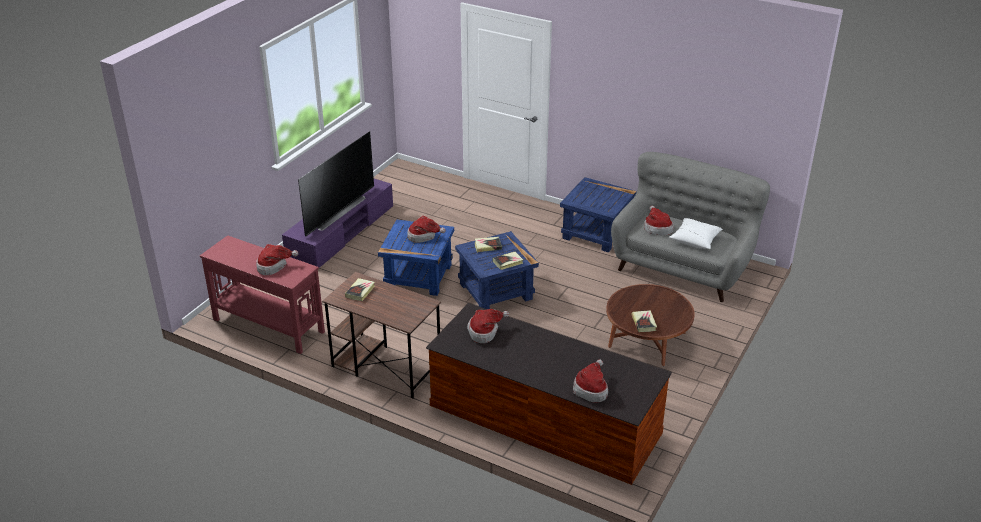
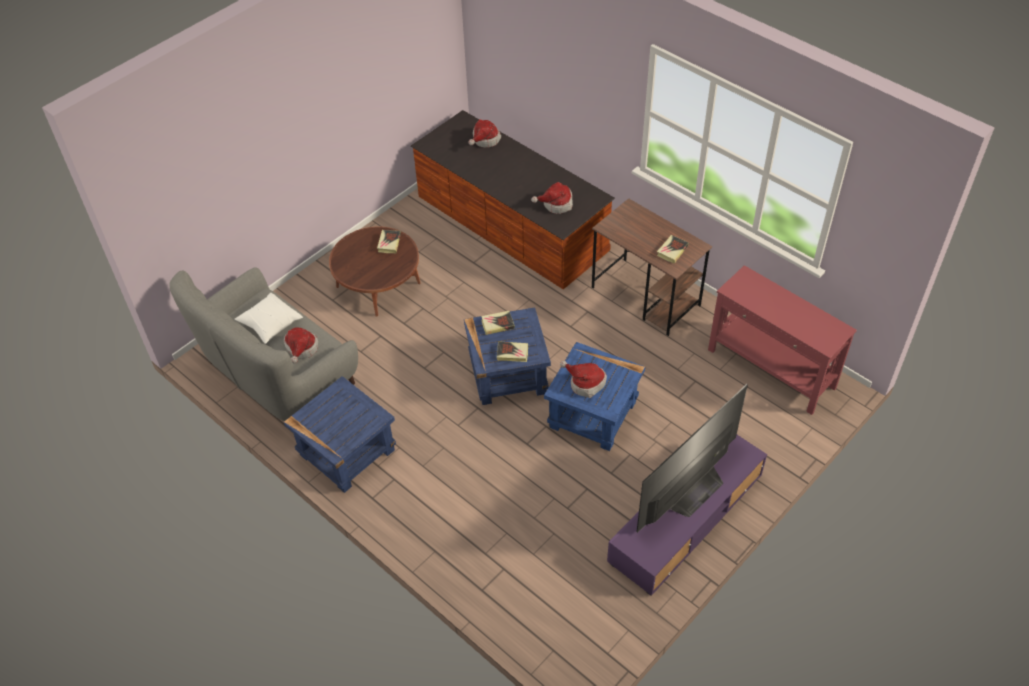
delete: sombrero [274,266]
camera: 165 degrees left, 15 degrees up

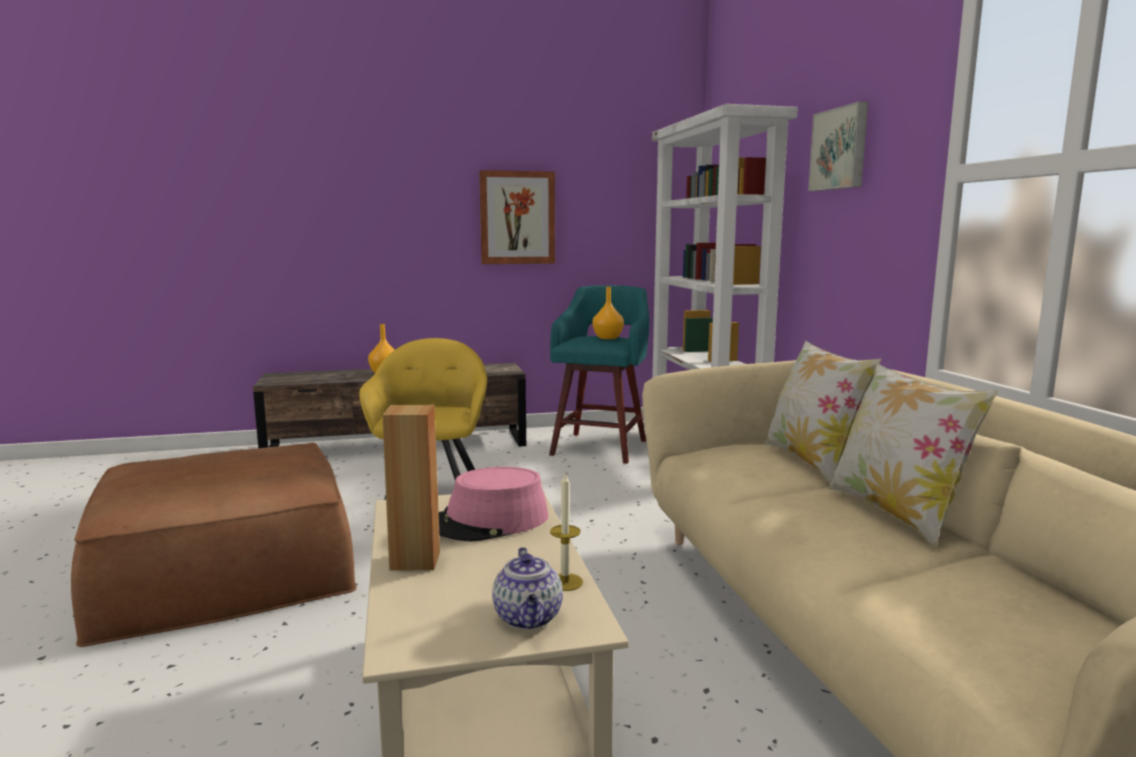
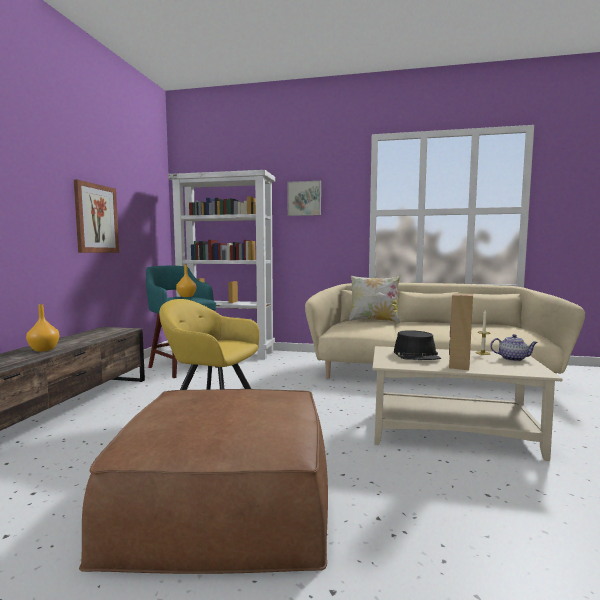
delete: cojín [896,513]
recolor: sombrero/rosa [487,522] to sombrero/negro [416,355]
camera: 65 degrees left, 5 degrees down

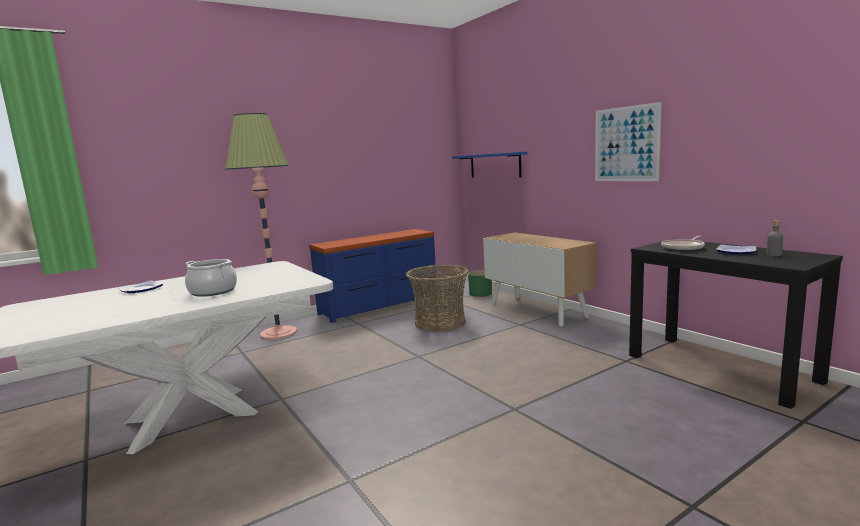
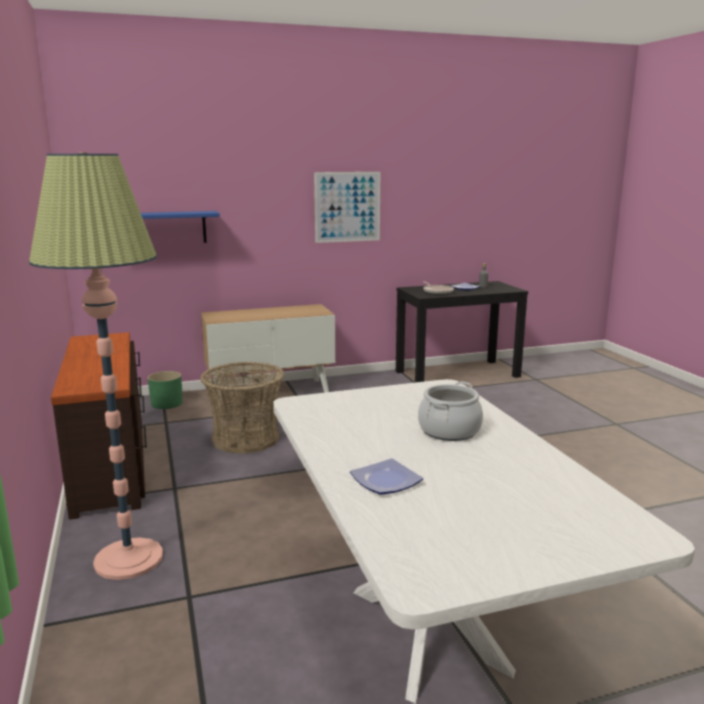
recolor: cómoda/azul [380,305] to cómoda/marrón [111,466]
camera: 75 degrees left, 5 degrees up

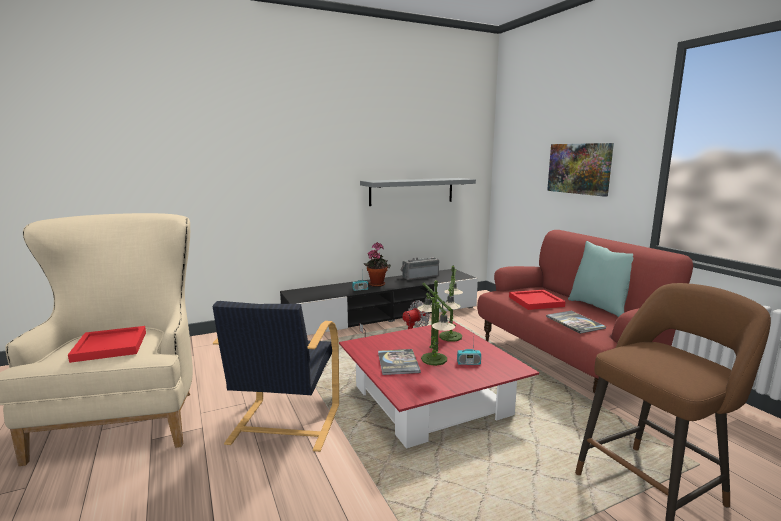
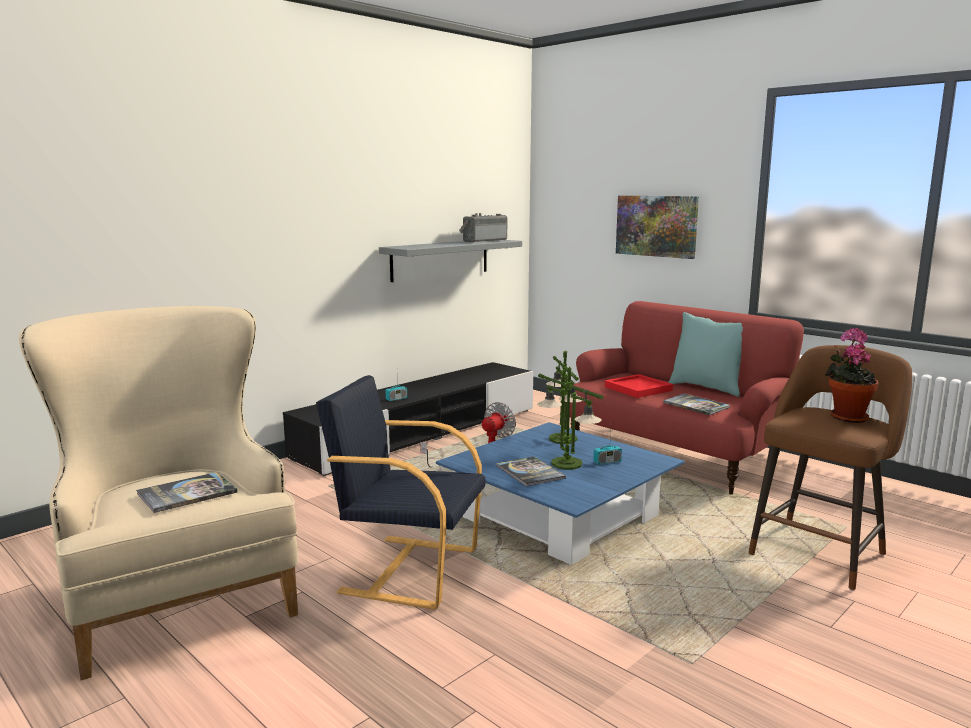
move: planta en maceta [377,284] to [846,417]; radio [419,276] to [483,240]
replace: bandeja/rojo [109,346] to libro [187,493]
recolor: mesa de centro/rojo [431,400] to mesa de centro/azul [560,516]
rotate: sillón/negro [284,425] = [408,569] 120 degrees clockwise
camera: 20 degrees left, 0 degrees up

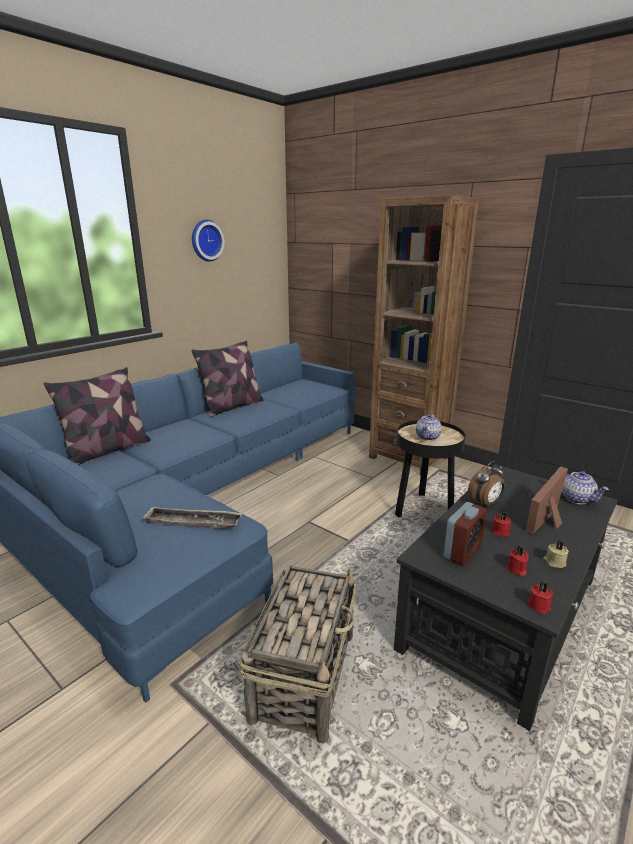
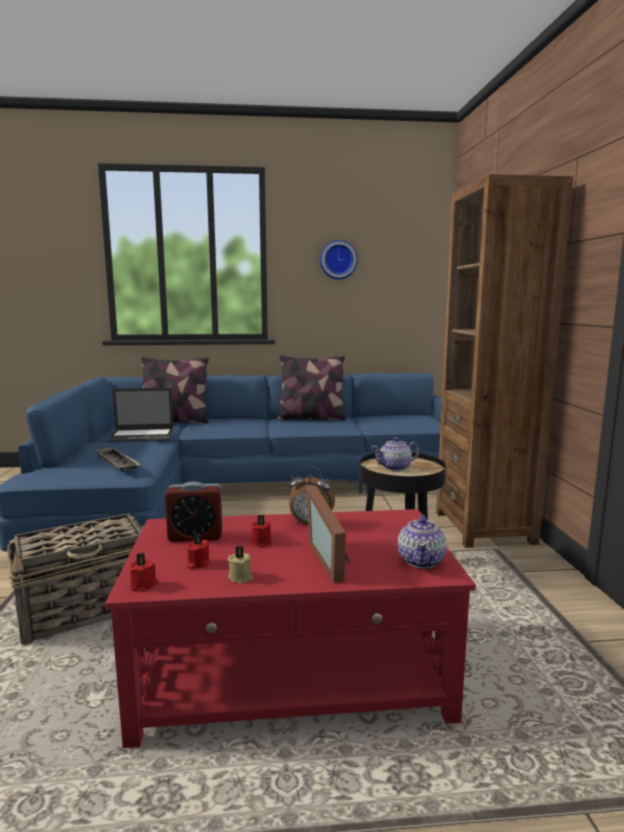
insert: portátil [141,435]
recolor: mesa de centro/negro [502,612] to mesa de centro/rojo [293,675]
rotate: portarretratos [549,520] = [332,558] 105 degrees counterclockwise
camera: 45 degrees right, 10 degrees down

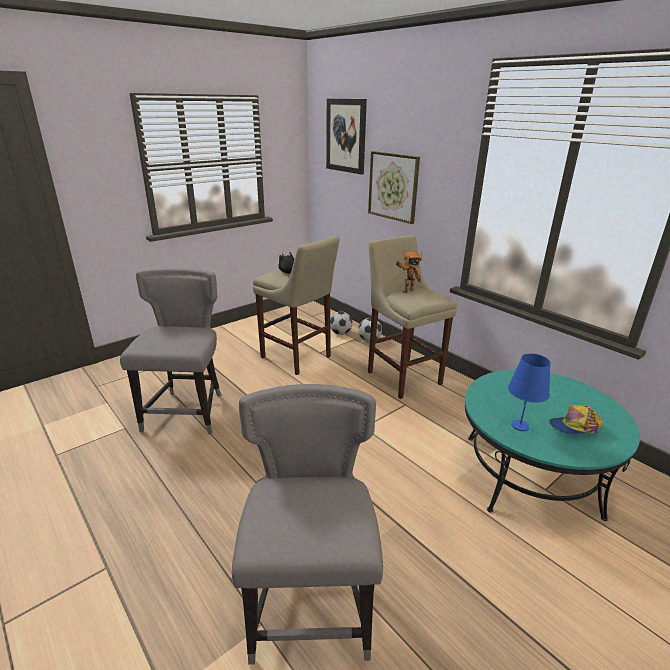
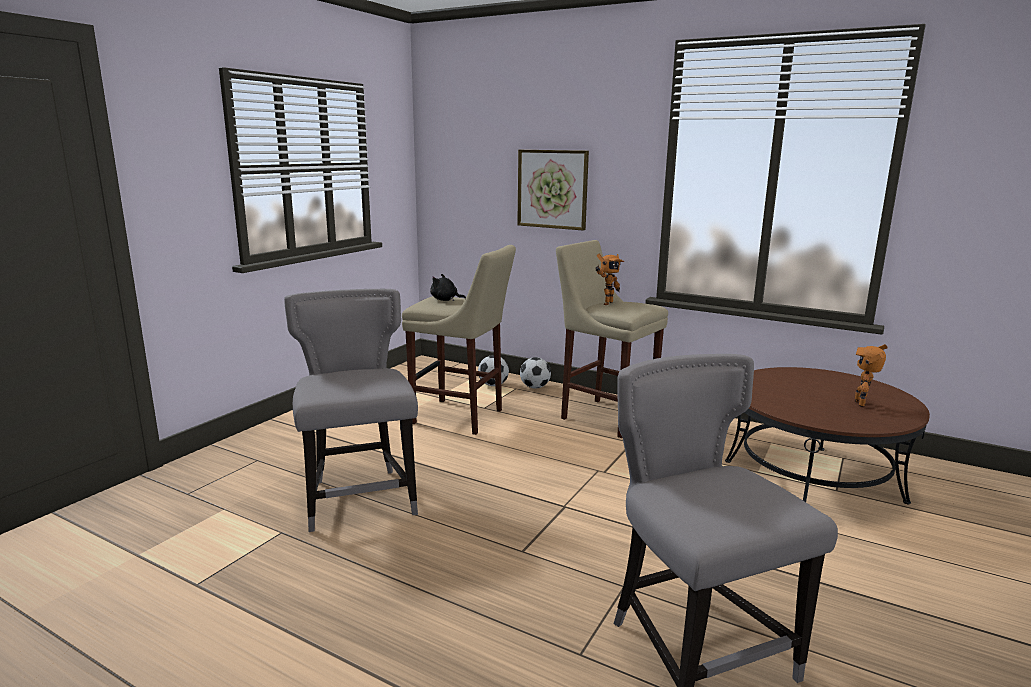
delete: cuadro [346,136]; lámpara de mesa/azul [520,426]
replace: gorra [575,426] to robot de juguete [862,403]
recolor: mesa de centro/turquesa [530,474] to mesa de centro/marrón [812,481]
camera: 20 degrees left, 10 degrees down

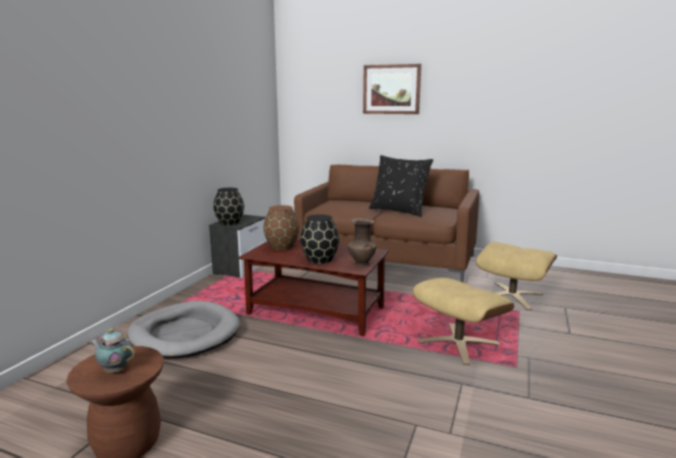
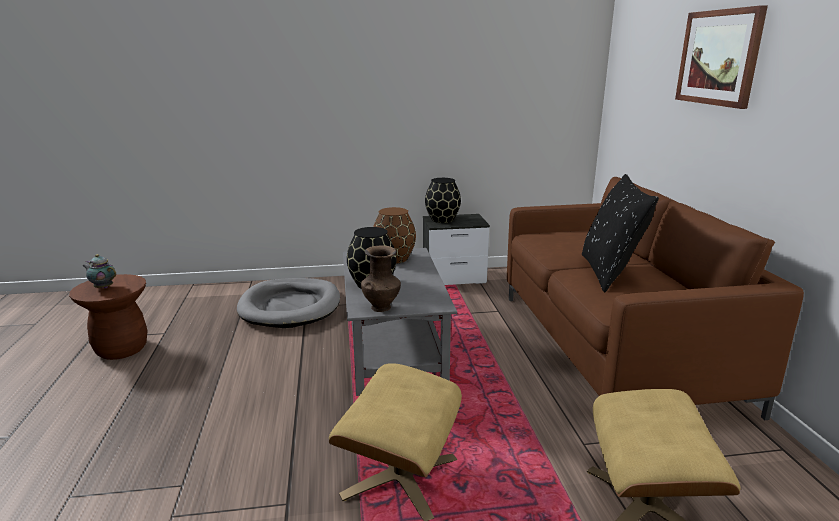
recolor: mesa de centro/marrón [317,311] to mesa de centro/gris [394,350]
rotate: tetera [115,370] = [103,287] 60 degrees counterclockwise
camera: 60 degrees right, 5 degrees up

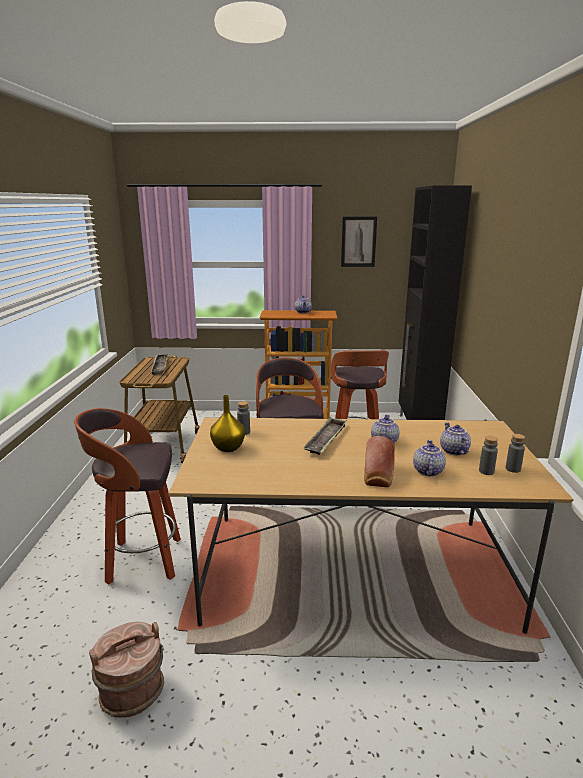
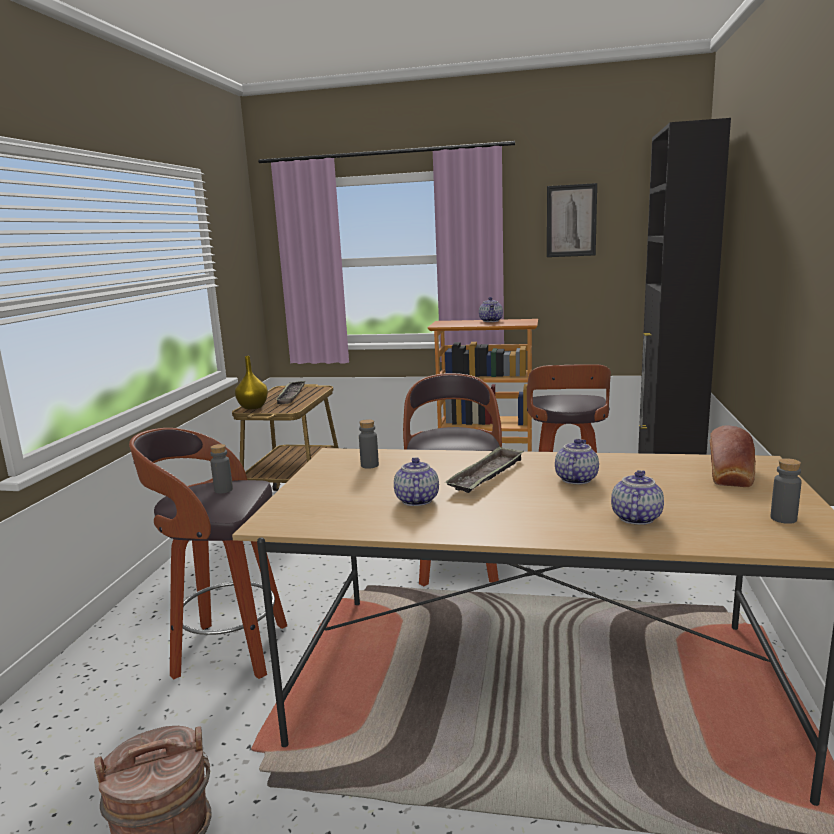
move: florero/amarillo [227,448] to [252,407]; pan [378,474] to [730,475]; tetera [453,451] to [415,500]; botella/gris [486,471] to [223,490]
camera: 10 degrees right, 5 degrees down

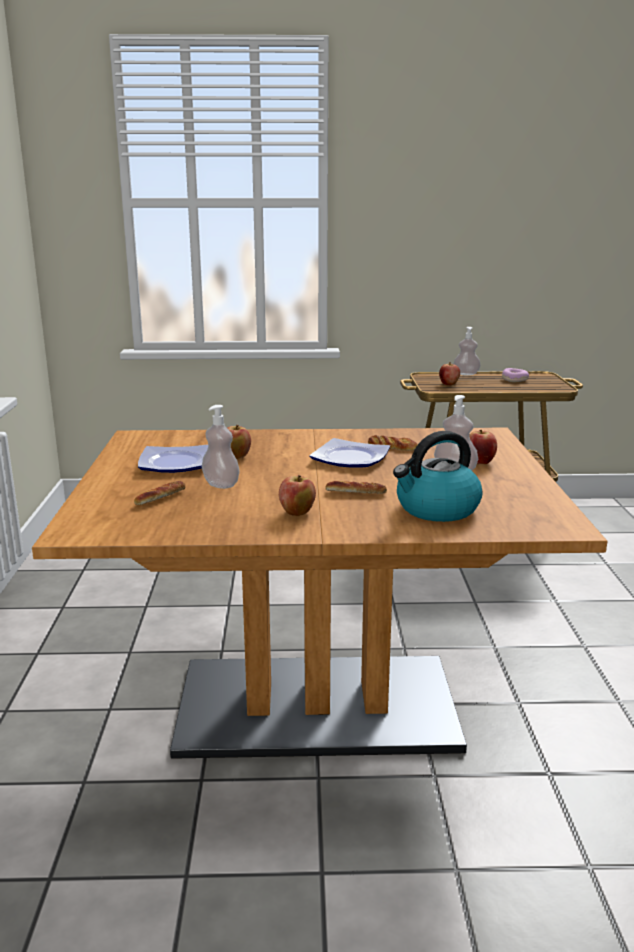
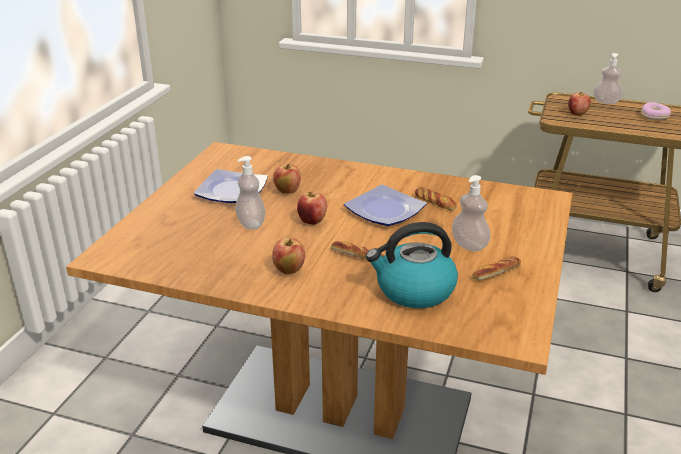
move: pan [161,498] to [496,272]; manzana [480,462] to [312,221]
camera: 20 degrees right, 10 degrees up

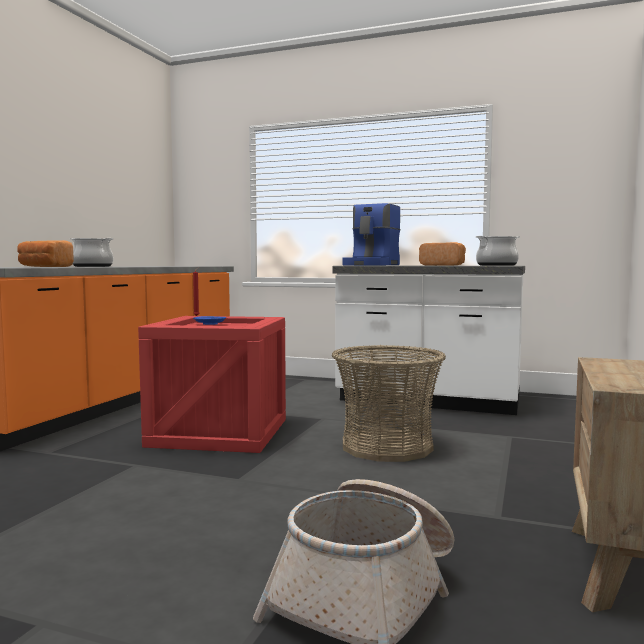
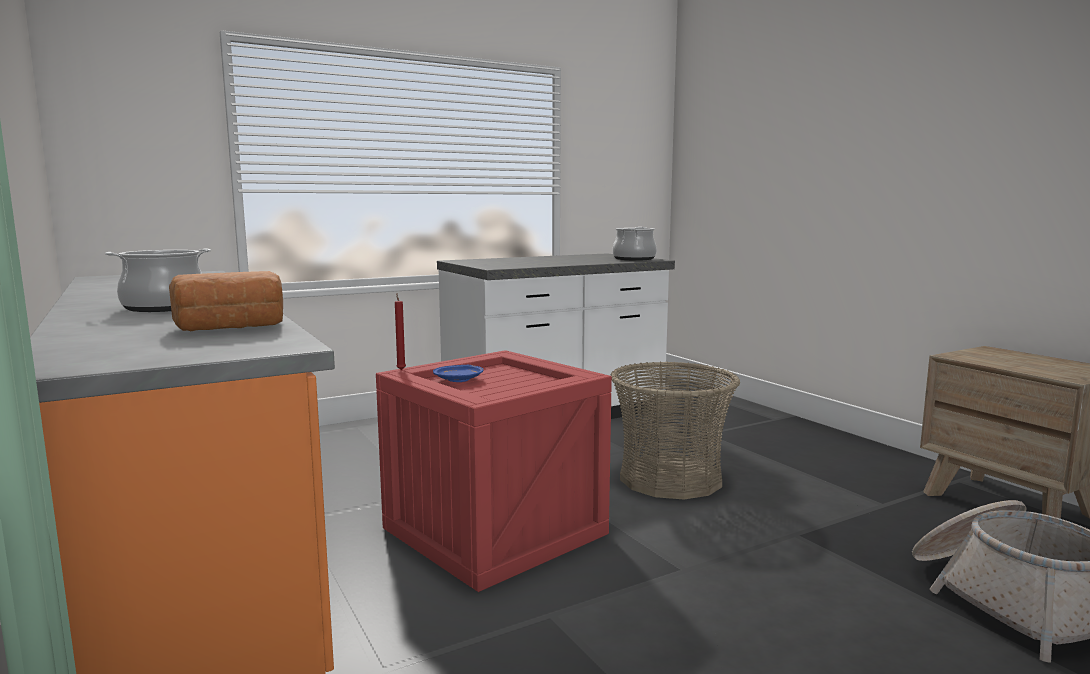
delete: cafetera [372,265]; pan [443,265]
camera: 50 degrees left, 5 degrees up

